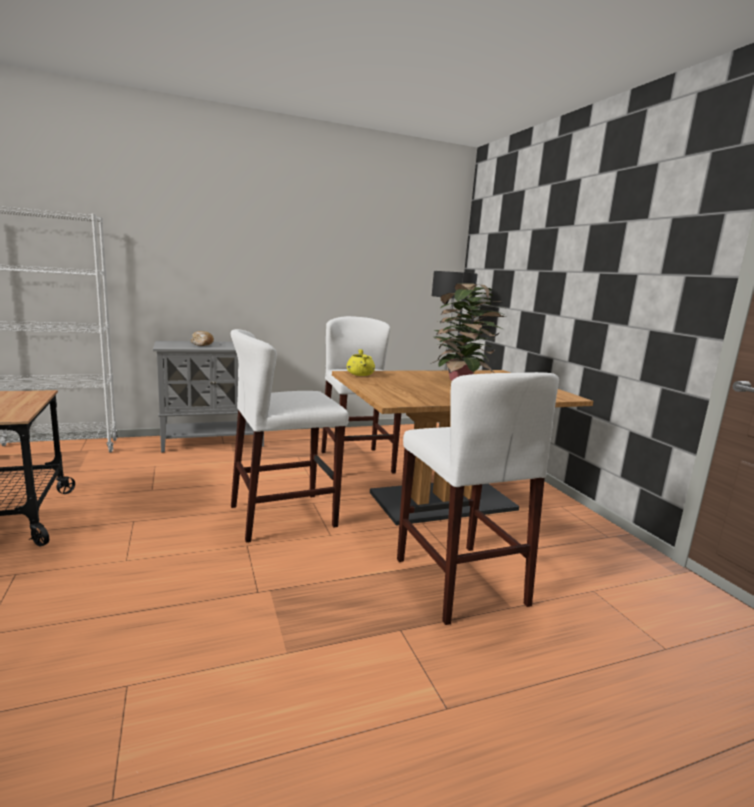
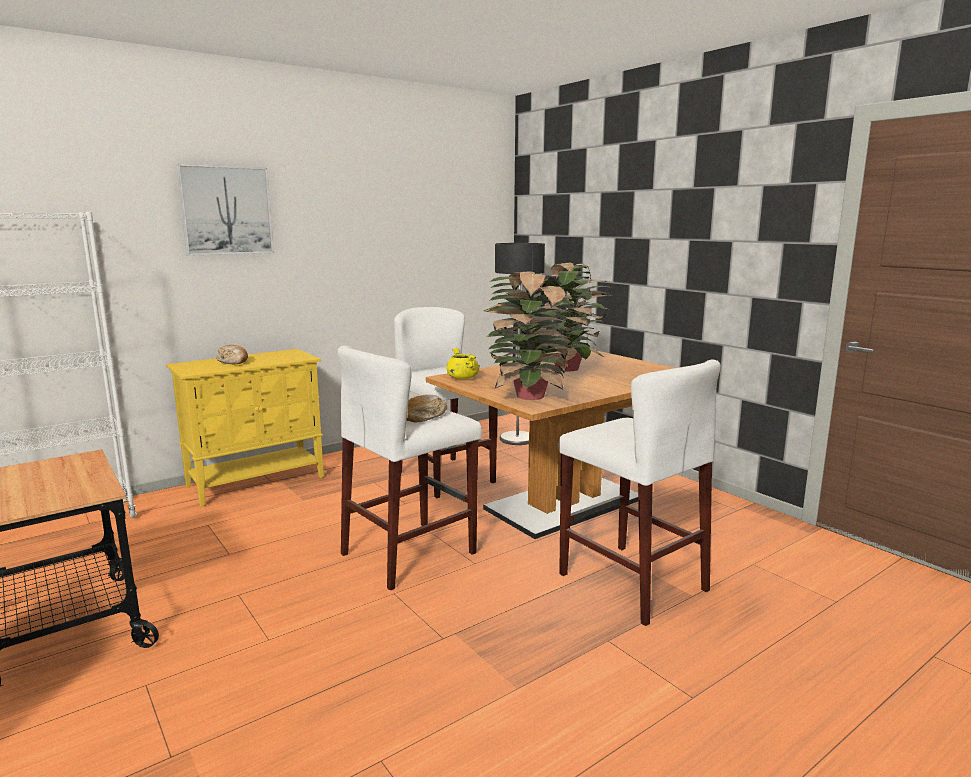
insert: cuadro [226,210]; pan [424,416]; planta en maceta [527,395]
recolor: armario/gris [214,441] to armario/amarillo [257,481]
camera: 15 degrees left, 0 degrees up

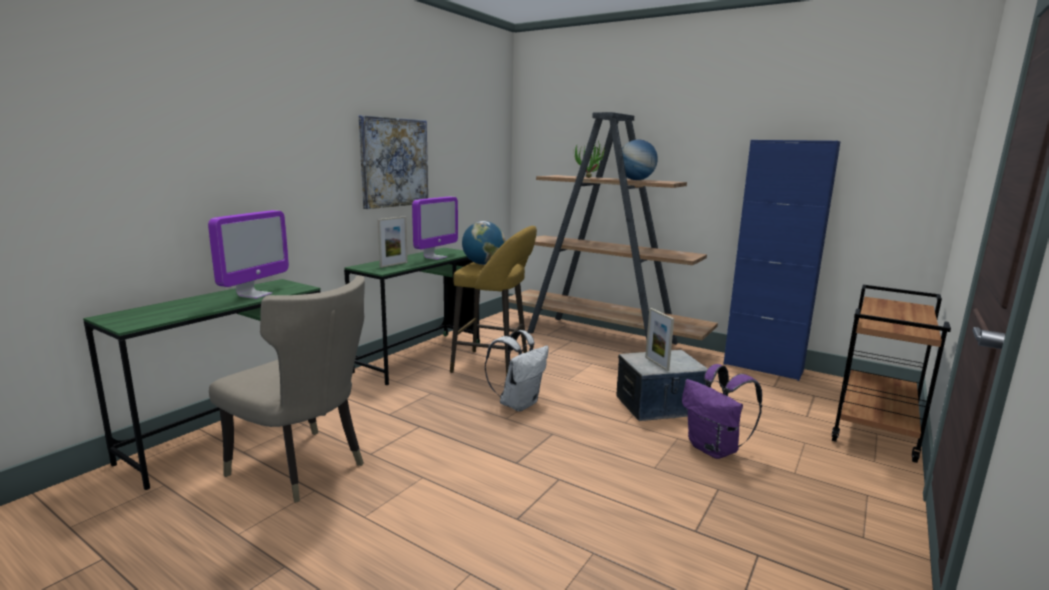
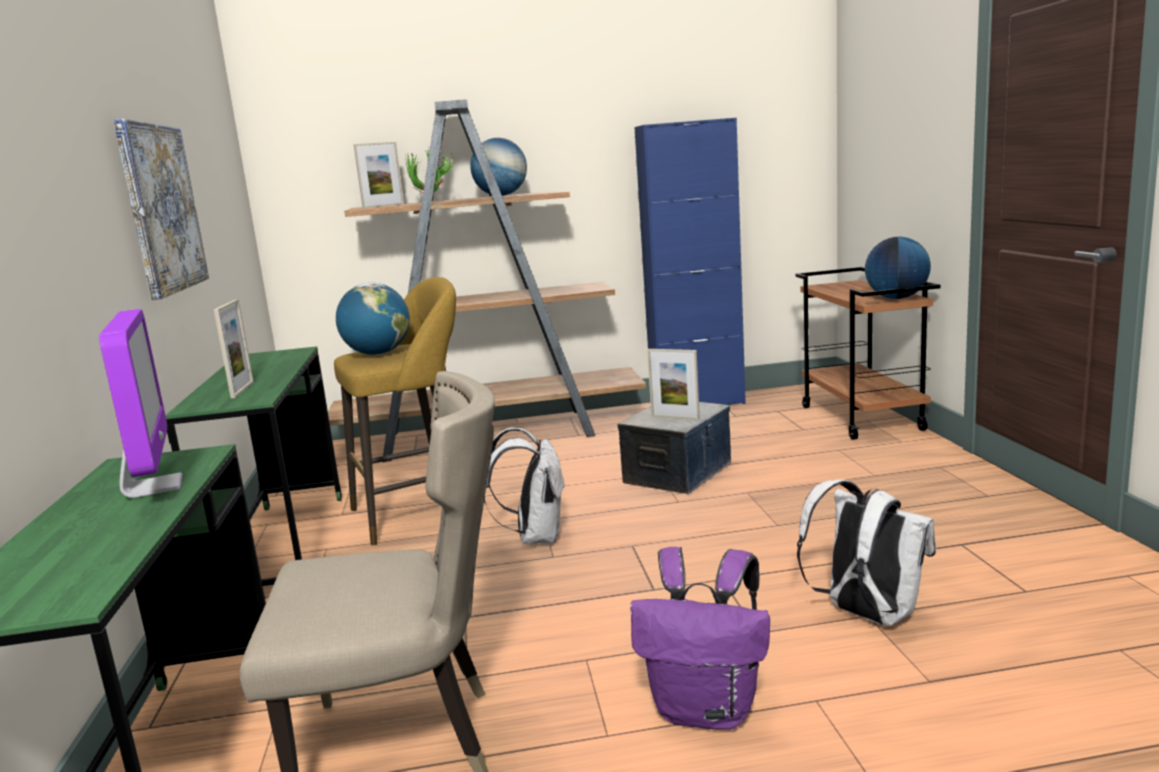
delete: monitor [435,257]
insert: portarretratos [383,206]; mochila/blanco [866,614]; globo terráqueo [896,298]
move: mochila/morado [714,449] to [707,710]
camera: 40 degrees left, 0 degrees up

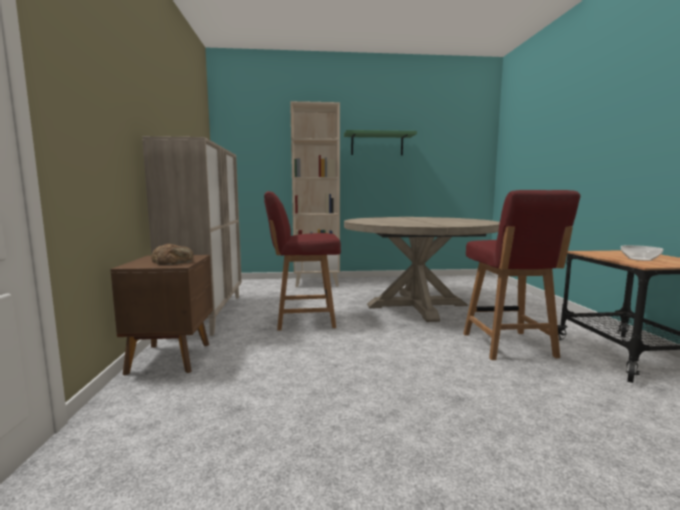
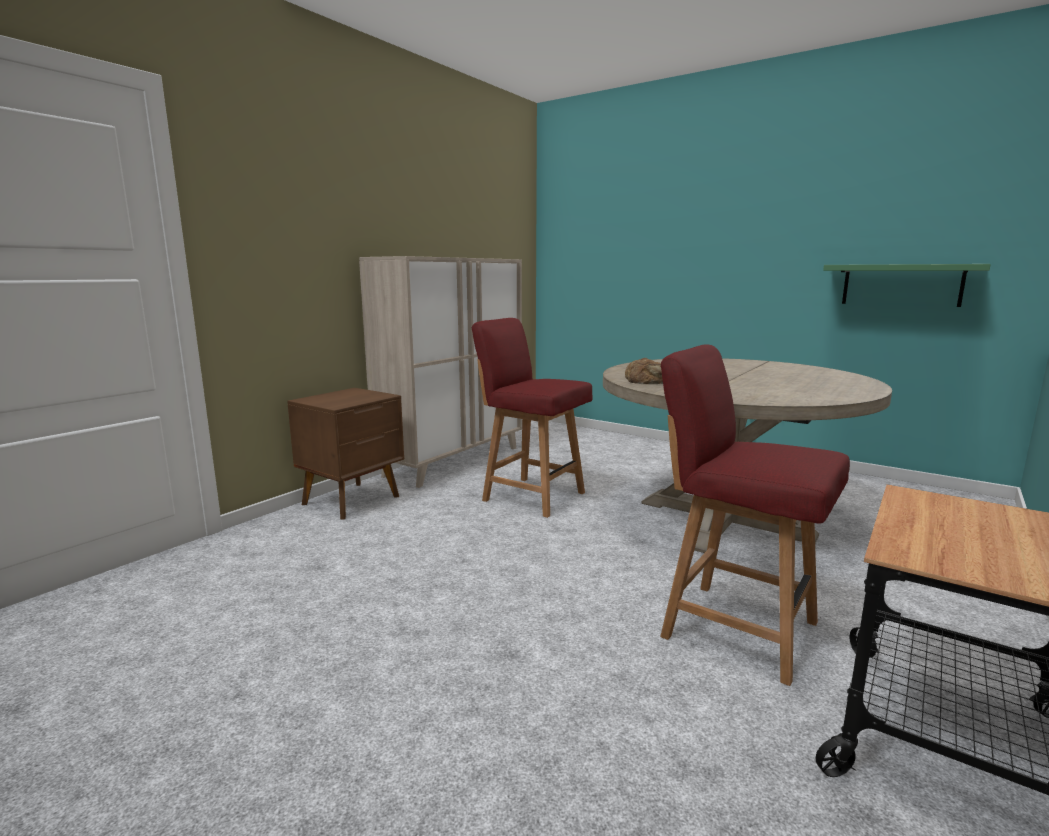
delete: estantería/beis [317,282]; cuenco [639,259]
move: pan [173,261] to [648,380]; estante/verde [377,144] to [901,285]
rotate: silla/rojo [508,346] = [735,627] 90 degrees clockwise
camera: 40 degrees right, 5 degrees up

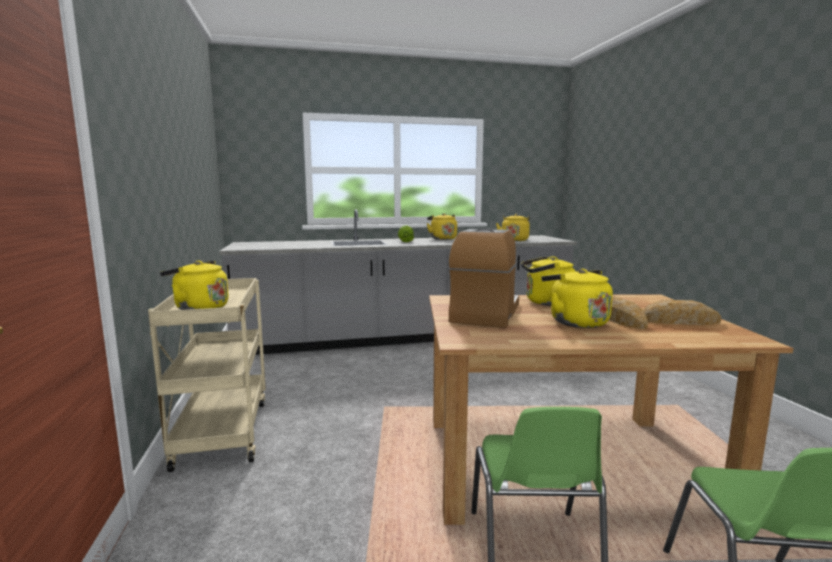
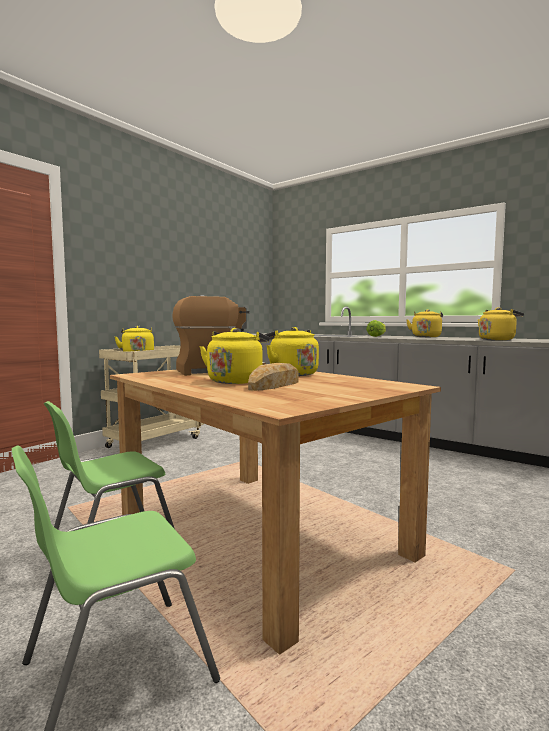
delete: pan [680,321]
camera: 50 degrees right, 5 degrees down

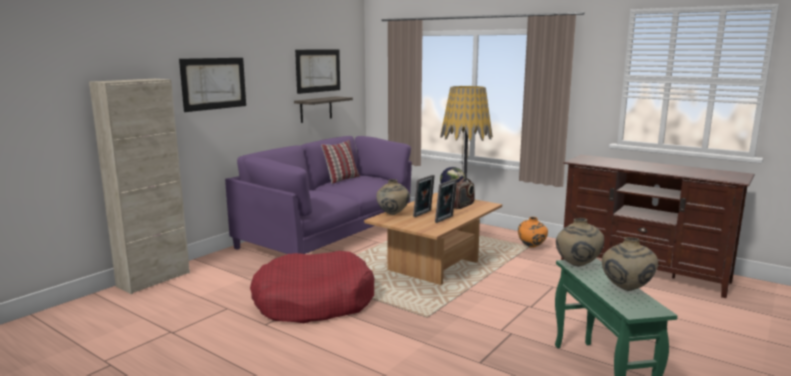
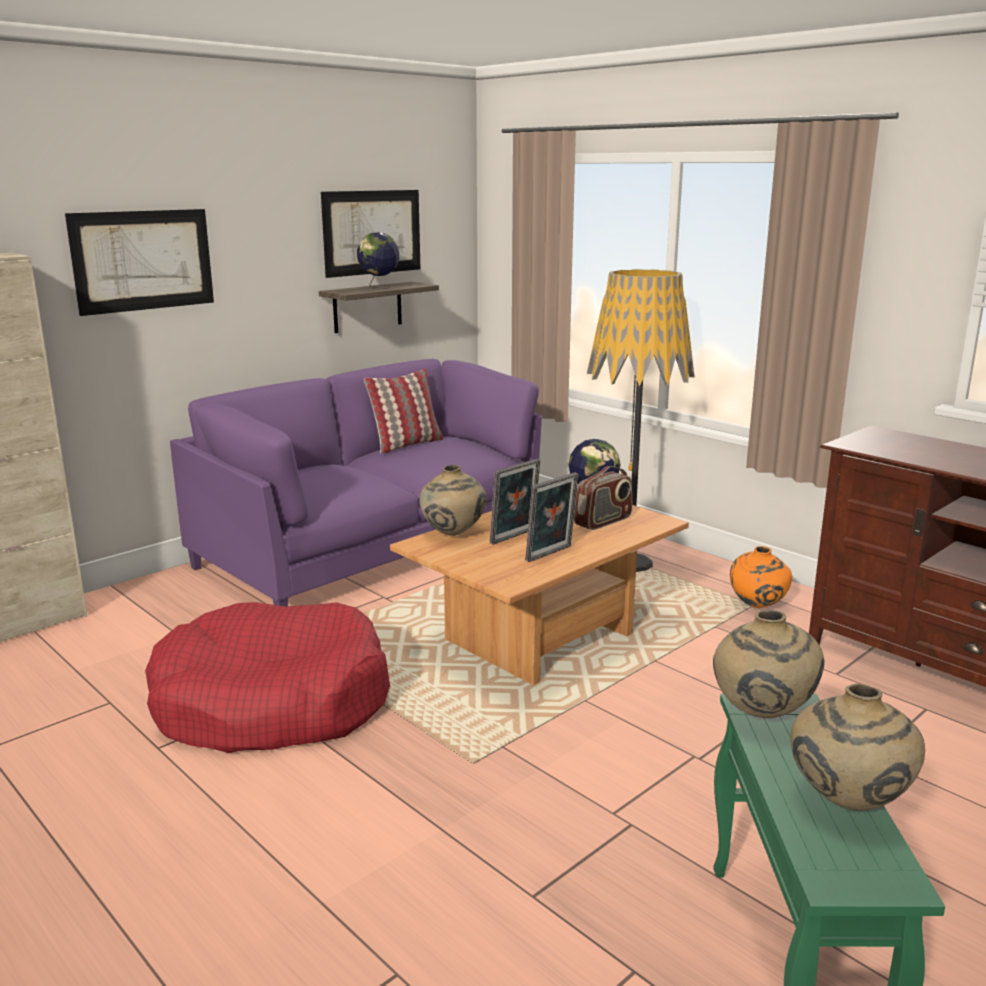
insert: globo terráqueo [379,288]
camera: 10 degrees right, 5 degrees up

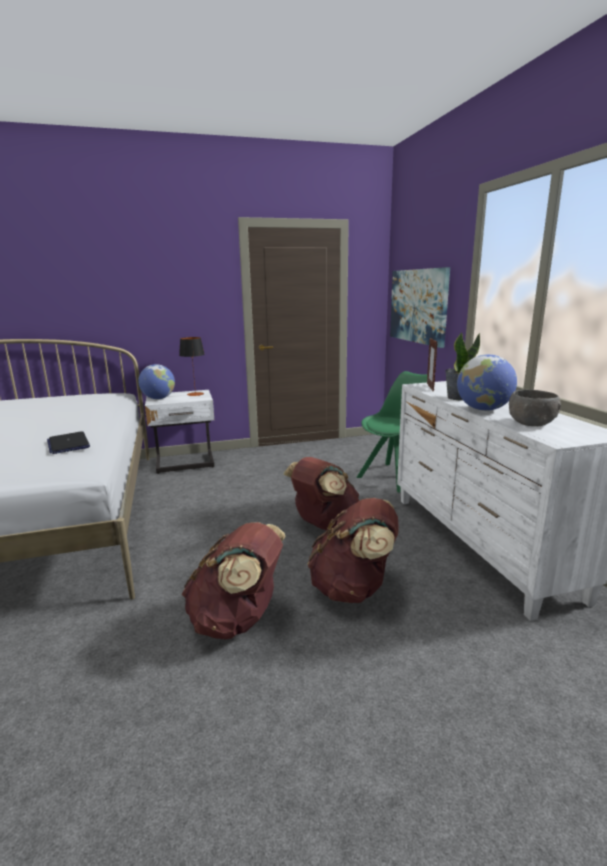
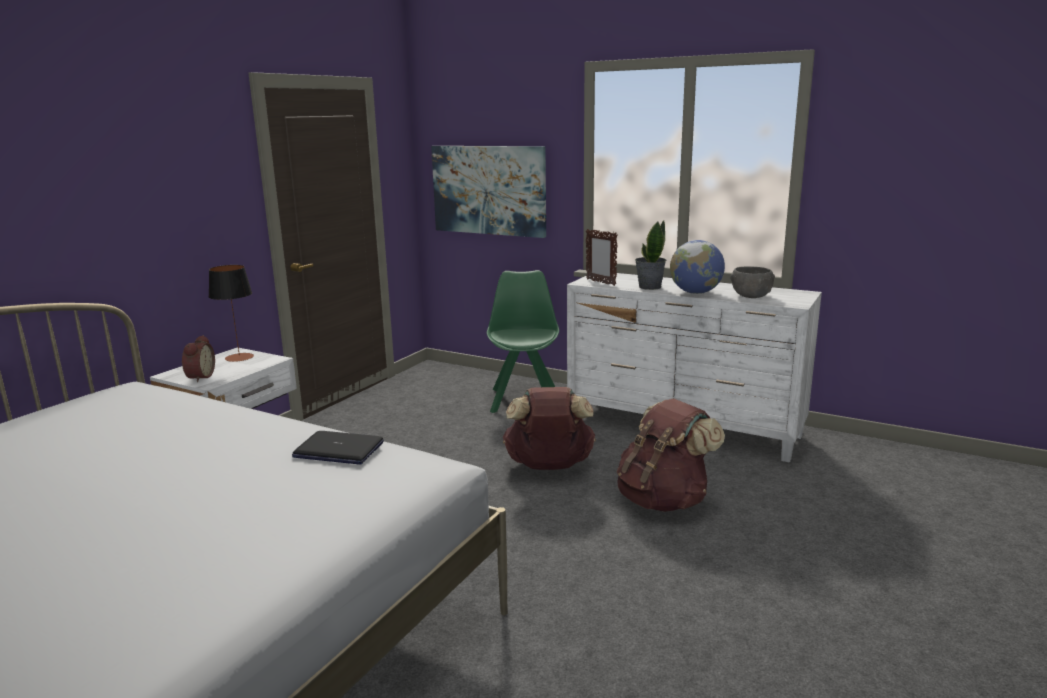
delete: mochila/marrón [238,620]
replace: globo terráqueo [158,398] to despertador [199,377]
camera: 45 degrees left, 0 degrees up

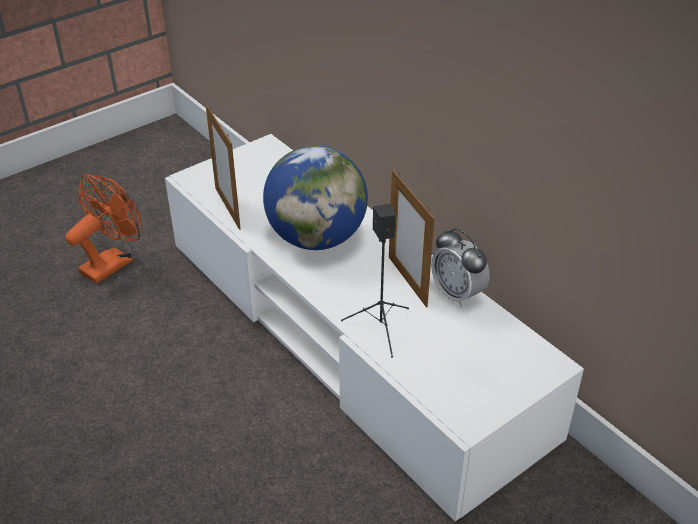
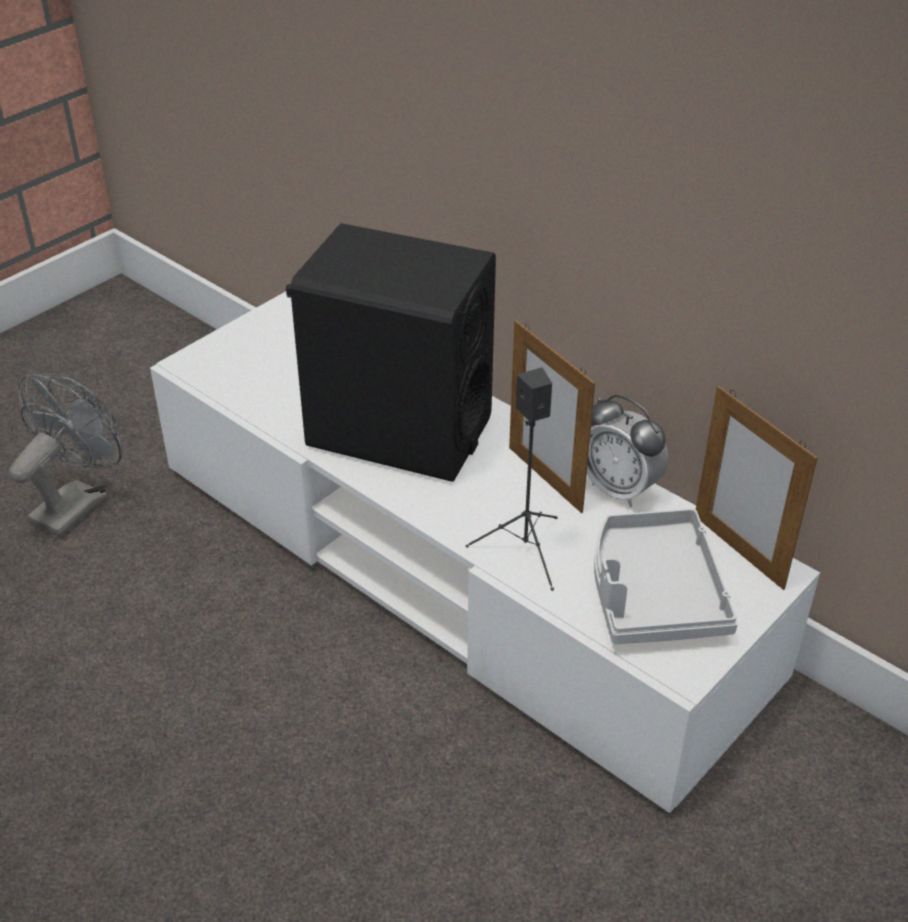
insert: bandeja/gris [653,593]
move: portarretratos [227,208] to [738,551]
replace: globo terráqueo [316,238] to altavoz/negro [398,432]
recolor: ventilador/naranja [112,262] to ventilador/gris [77,503]
camera: 10 degrees left, 0 degrees up

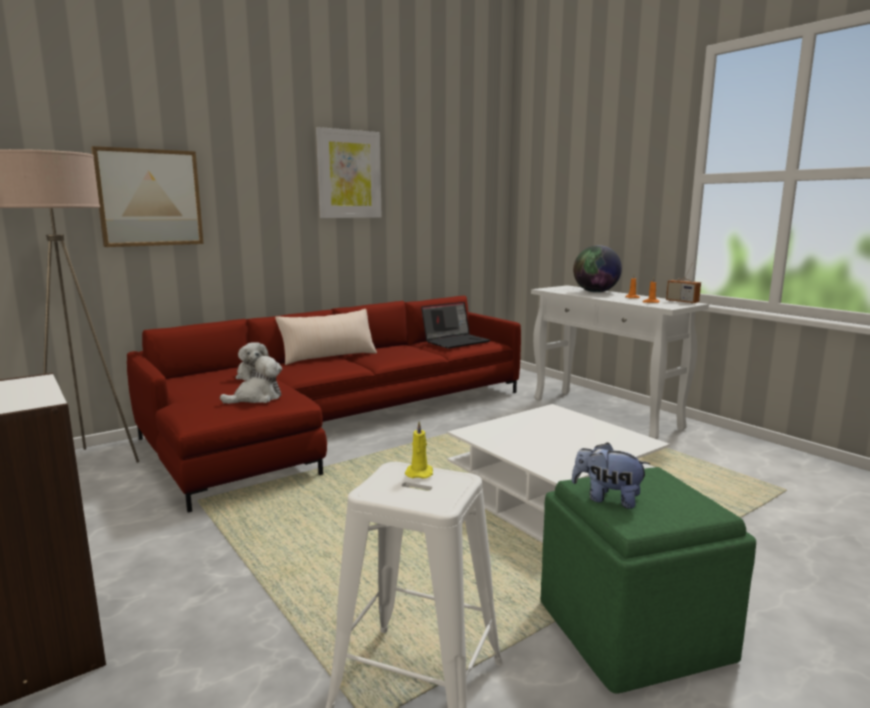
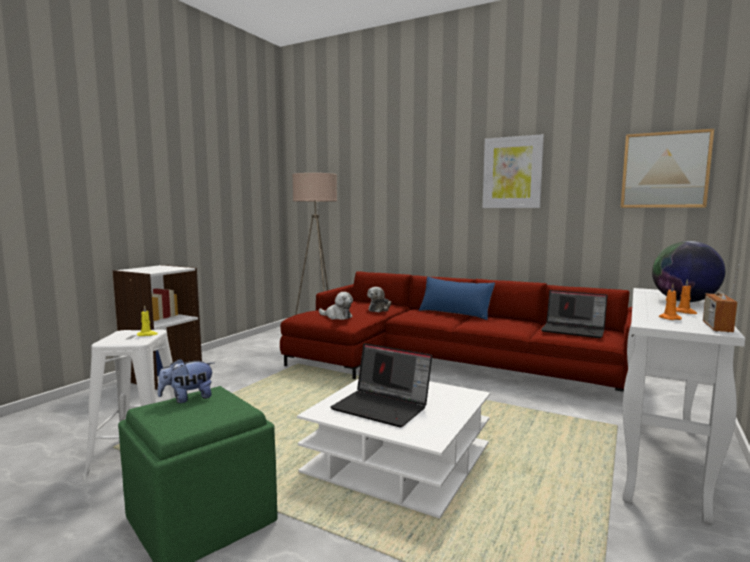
insert: portátil [383,407]
move: cuadro [149,198] to [664,170]
recolor: cojín/beis [328,356] to cojín/azul [455,313]
rotate: peluche [607,499] = [188,398] 120 degrees counterclockwise
camera: 65 degrees right, 5 degrees down

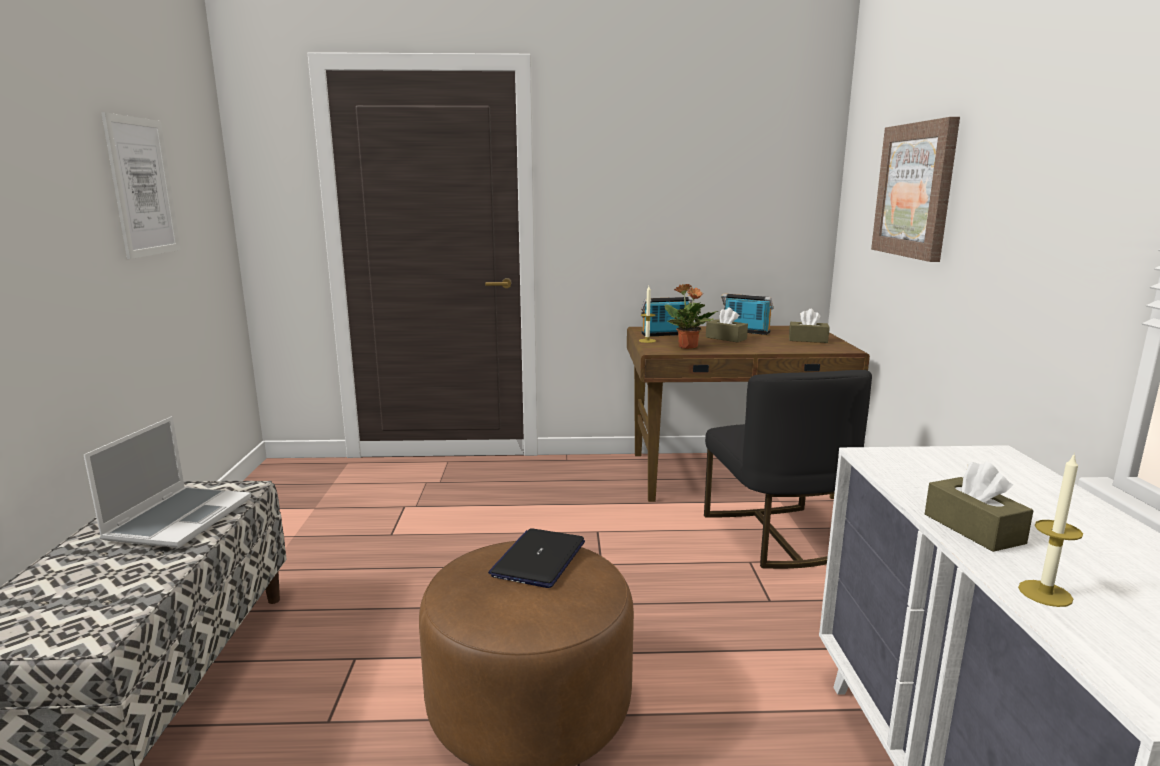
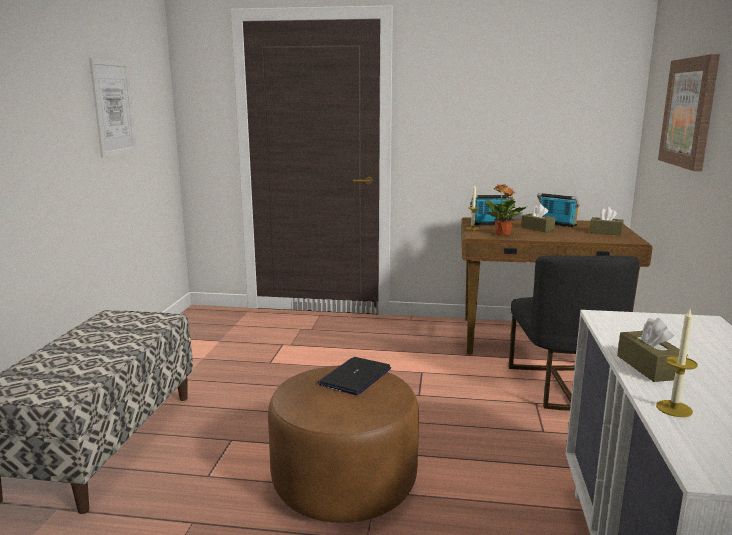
delete: portátil [179,518]
camera: 10 degrees right, 0 degrees up

